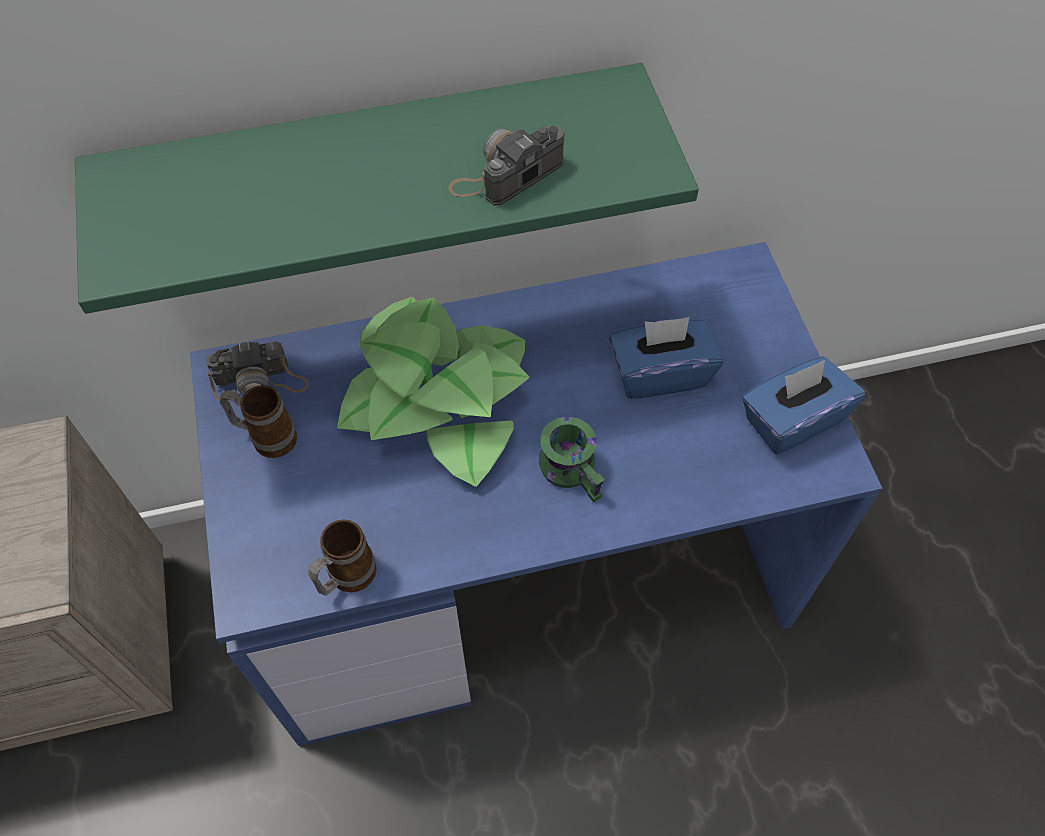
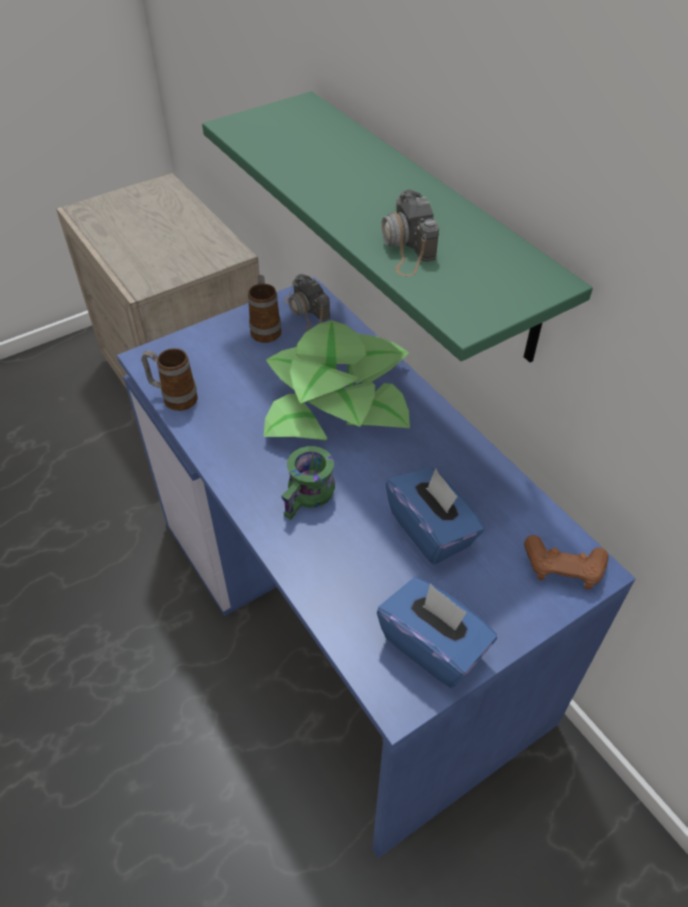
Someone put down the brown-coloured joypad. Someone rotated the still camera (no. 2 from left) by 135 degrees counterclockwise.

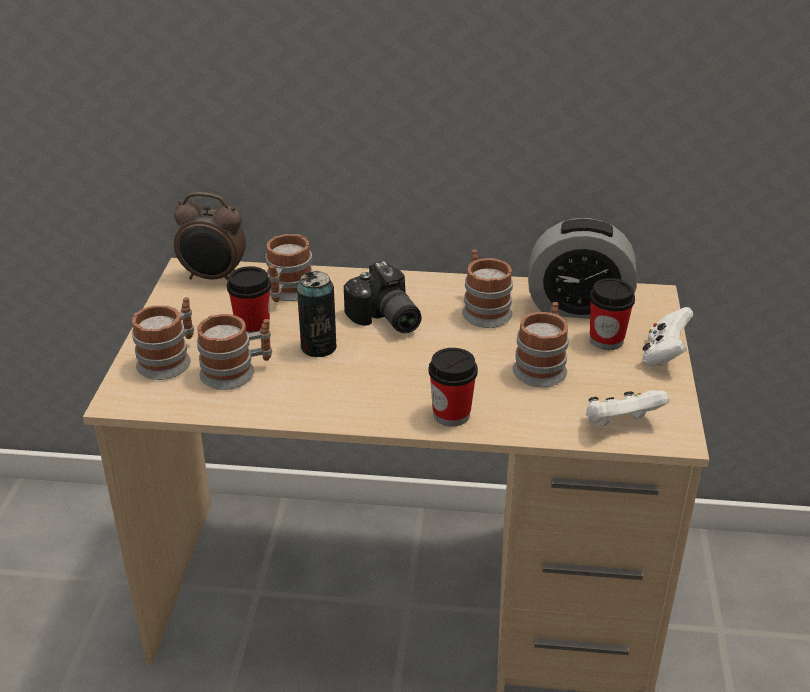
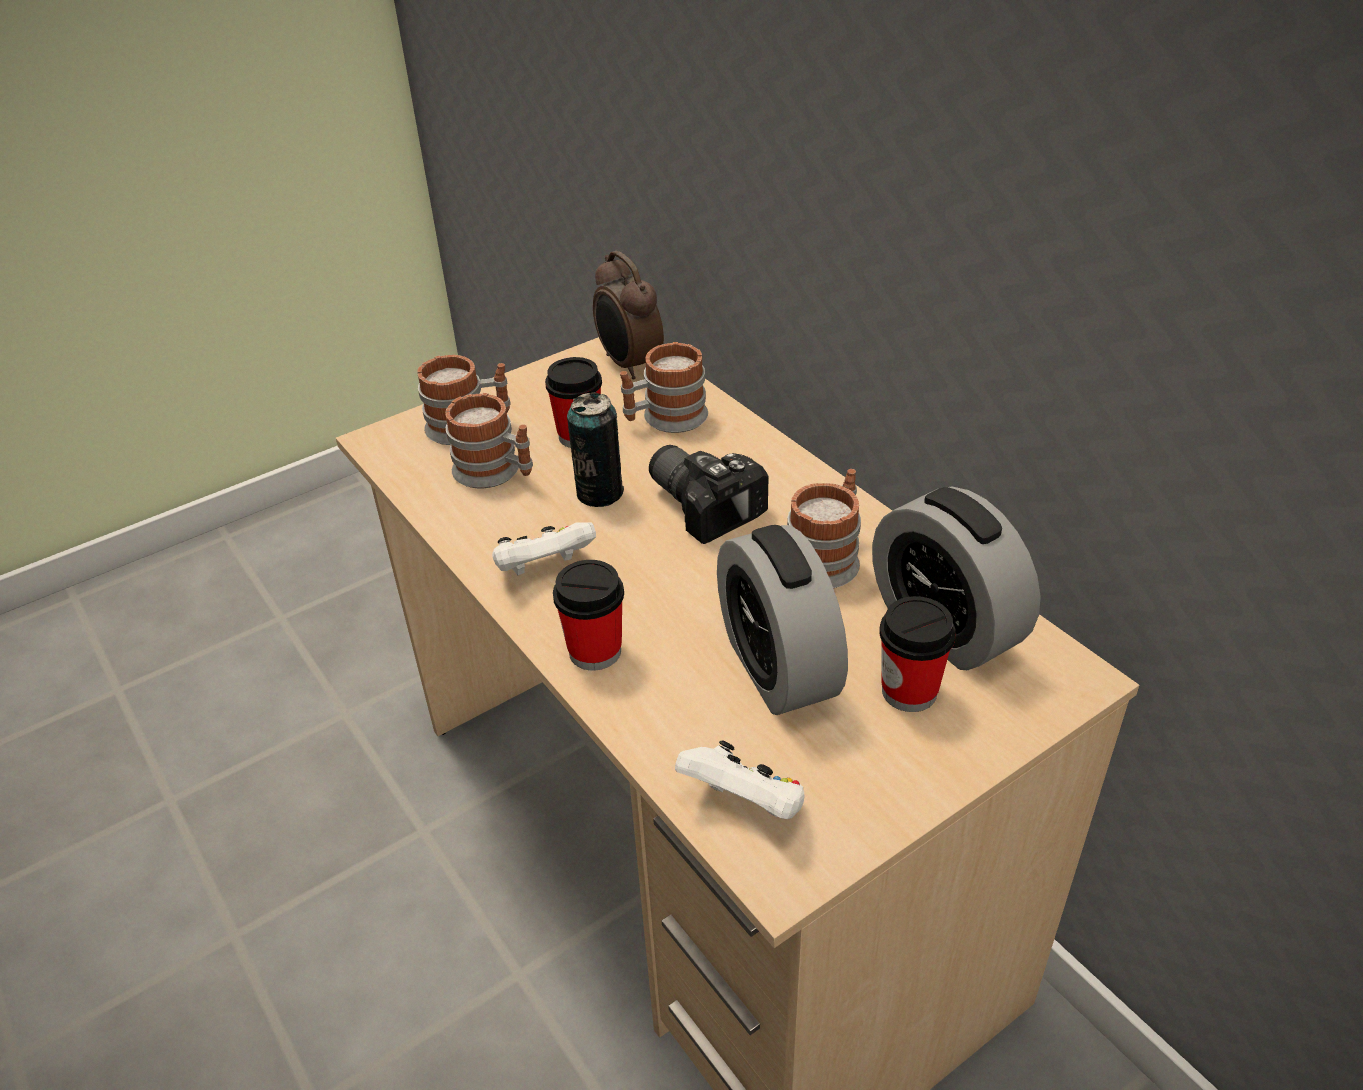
Someone carried the whitish joypad (no. 2 from left in the first image). Someone swapped the coffee mug (no. 5 from left) for the table clock (no. 2 from left). Someone rotated the still camera by 120 degrees clockwise.

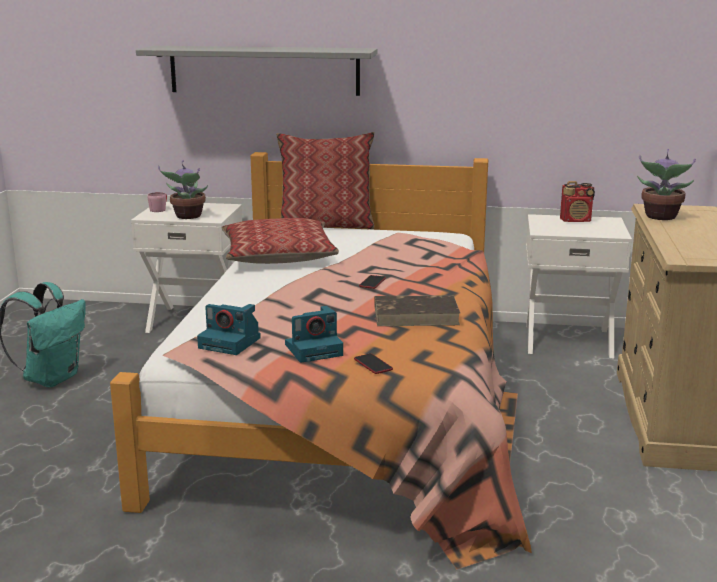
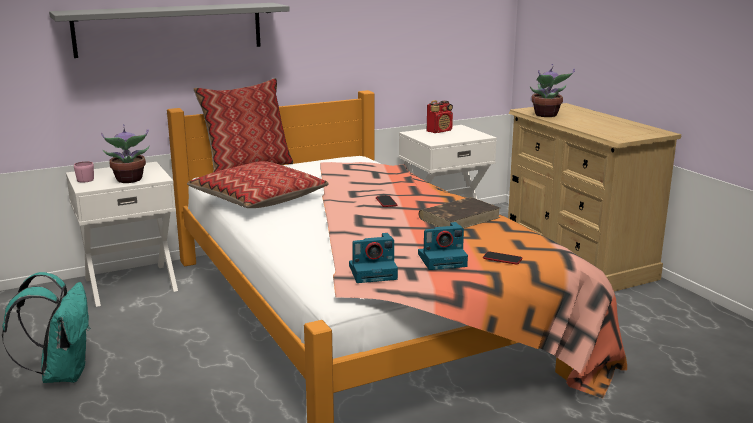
Someone rotated the still camera (no. 2 from left) by 45 degrees clockwise.

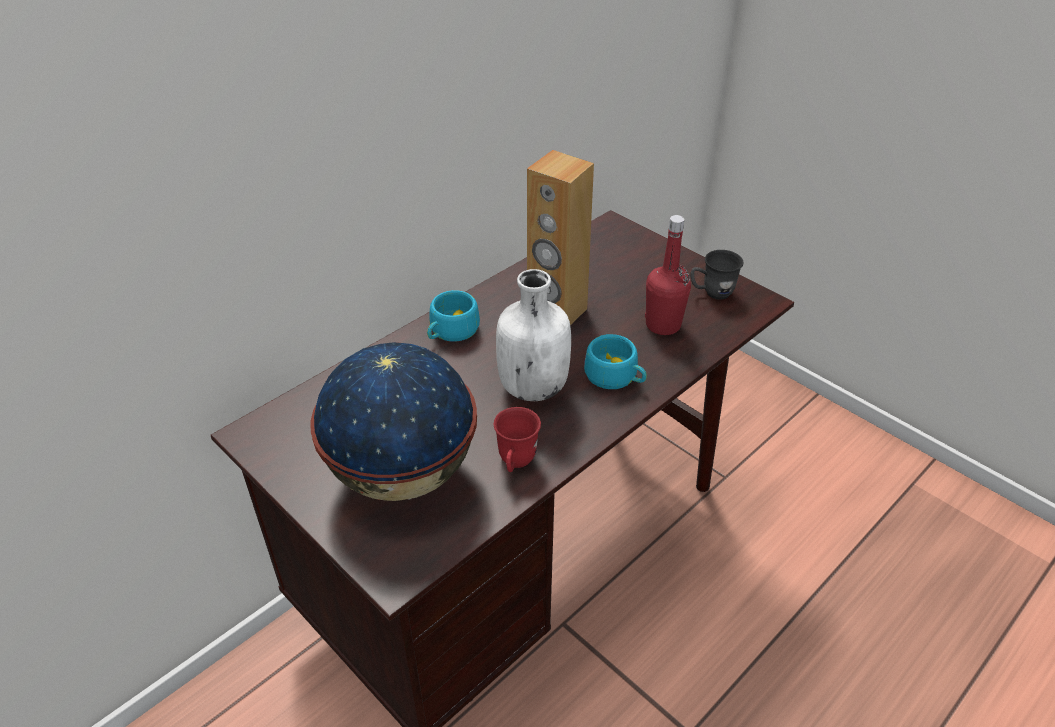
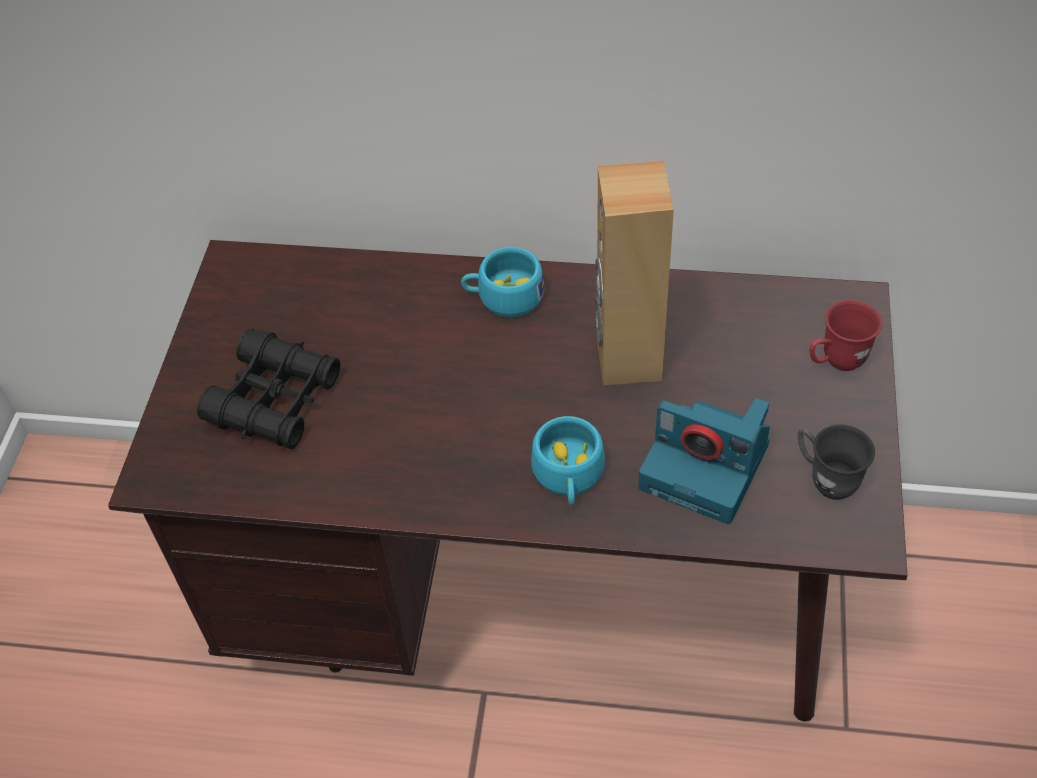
Someone took away the whitish bottle. Someone carried the red coffee mug. Someone swapped the world globe for the black-coloured field glasses. Someone swapped the red bottle for the still camera.

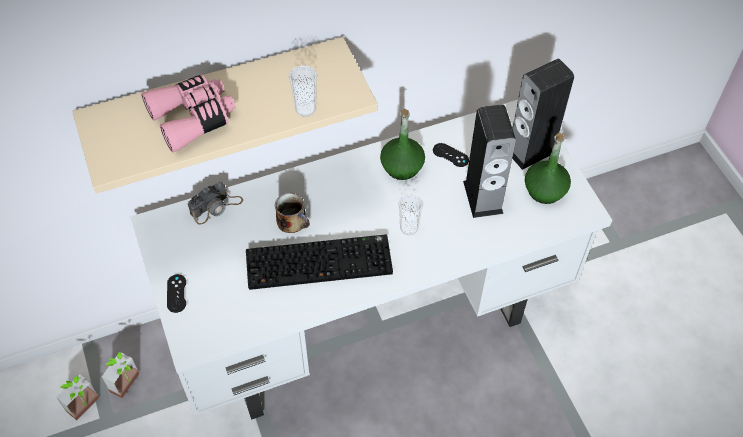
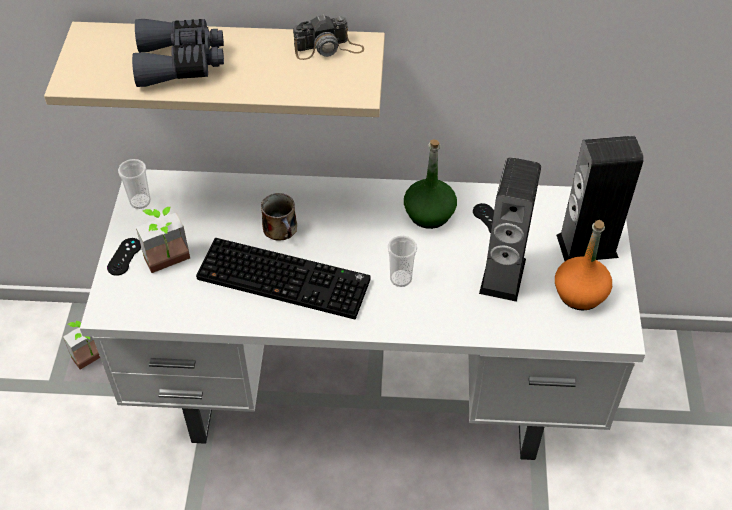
Someone carried the houseplant (no. 1 from left in the first image). Someone carried the still camera. Someone carried the cup (no. 1 from left). Someone repainted the pinkish field glasses, which became the gray field glasses. Someone repainted the greenish bottle (no. 2 from left), which became the orangey bottle.

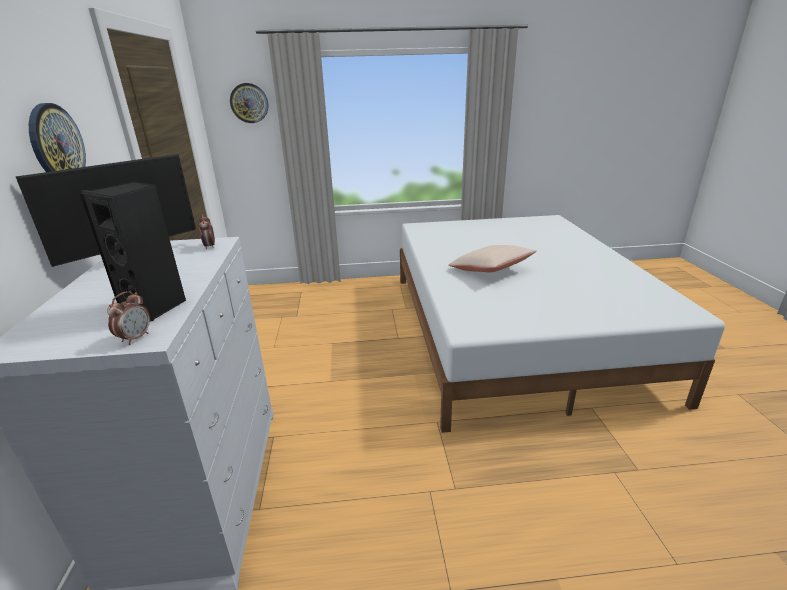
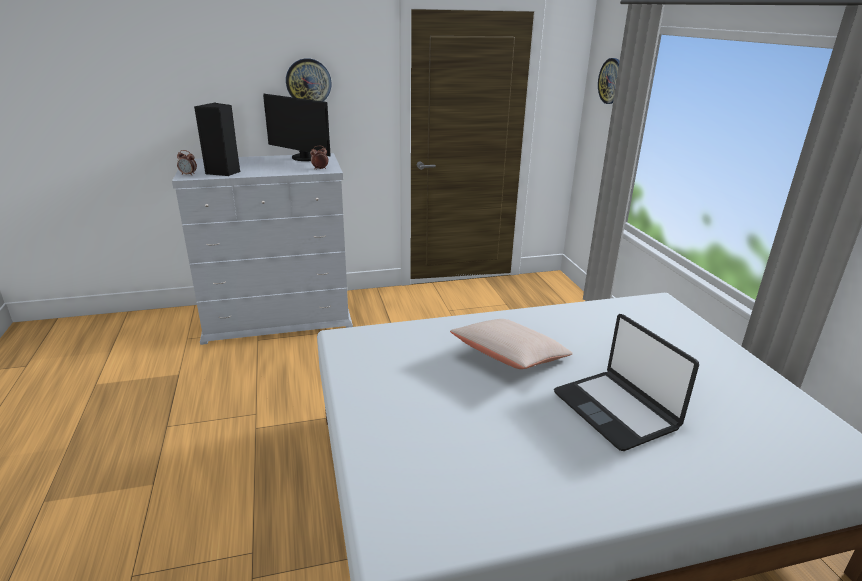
Someone put down the laptop.

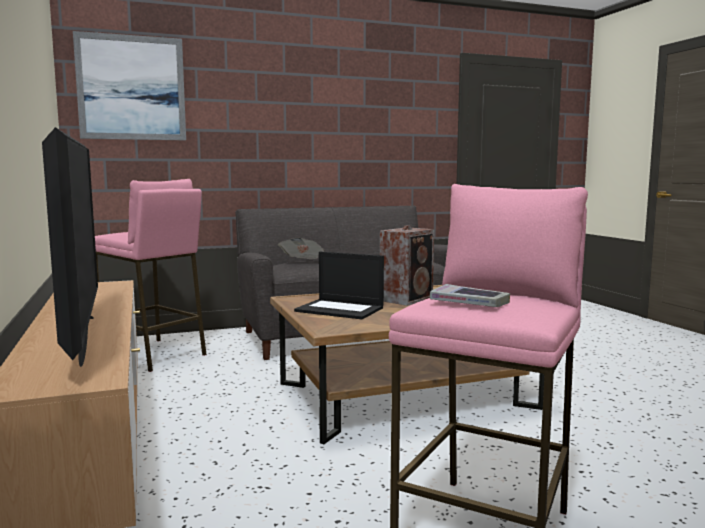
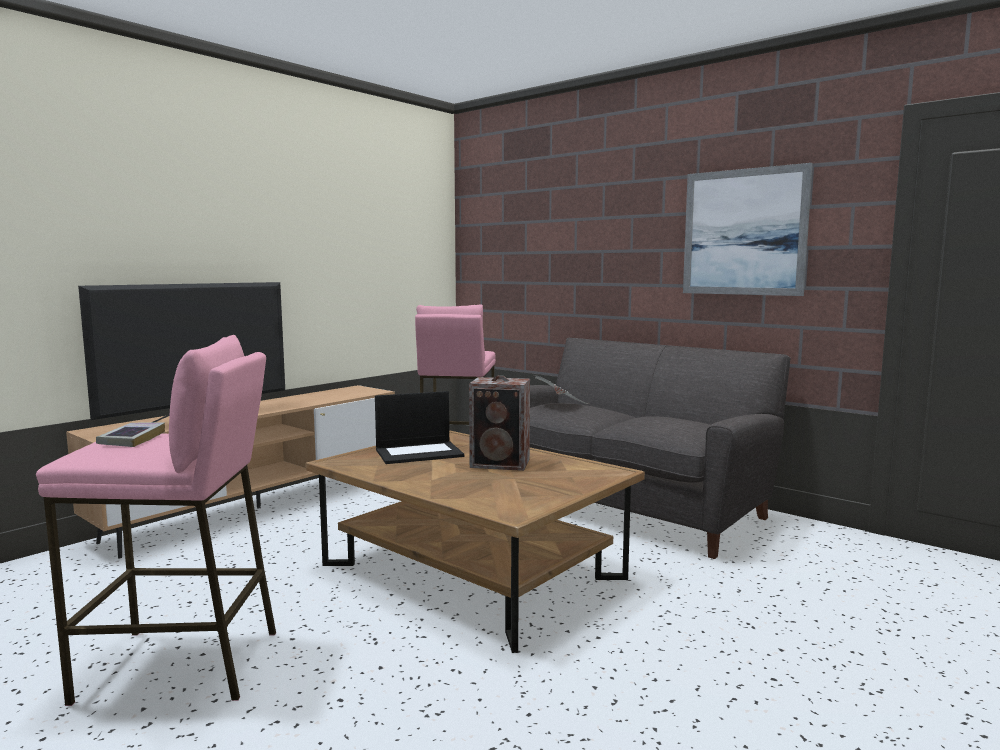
Someone carried the wall art. Someone rotated the laptop by 105 degrees counterclockwise.

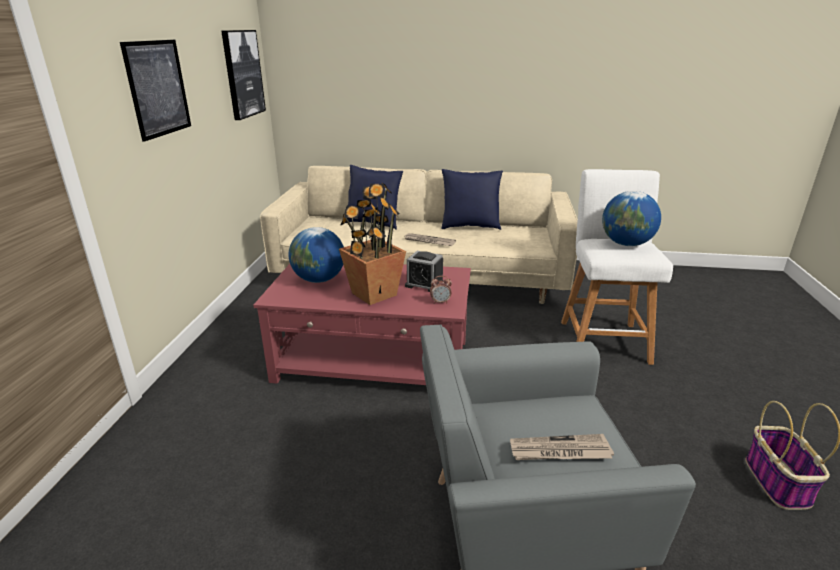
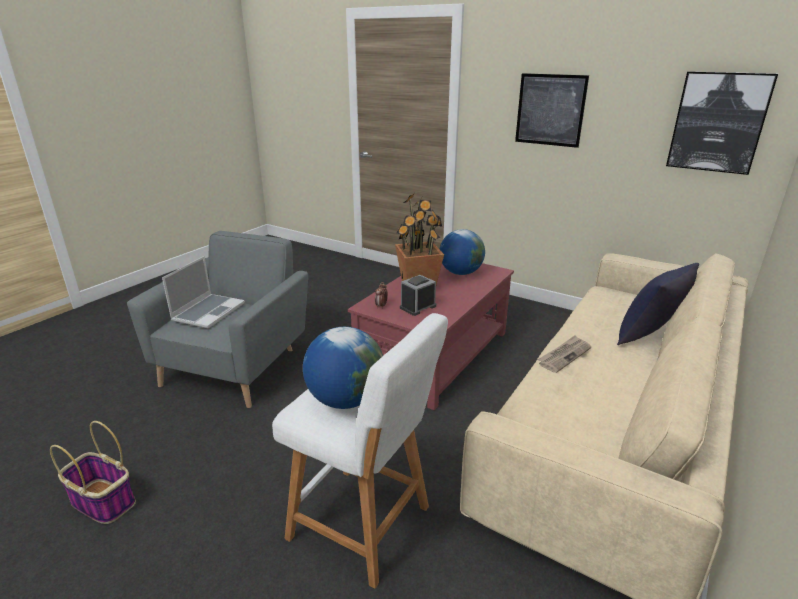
Someone took away the blue pillow (no. 2 from left). Someone swapped the newspaper (no. 2 from left) for the laptop.

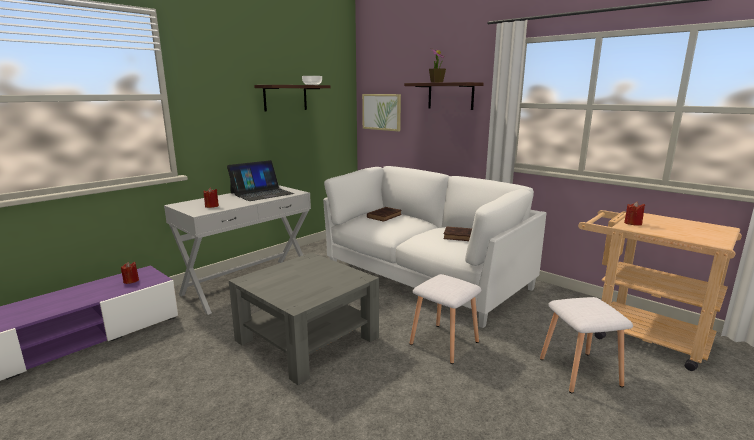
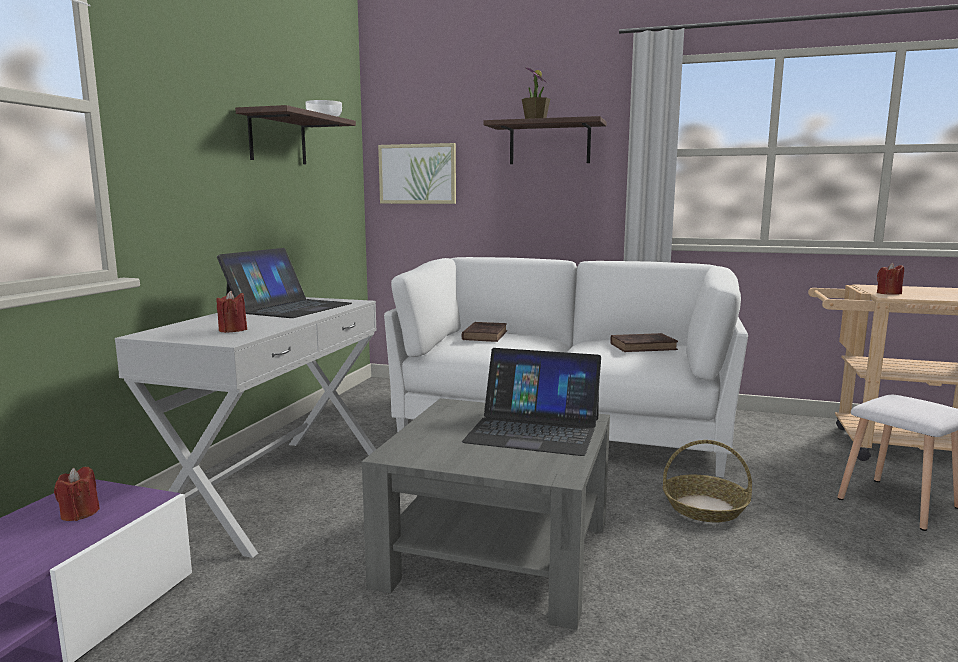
Someone put down the laptop (no. 2 from left). Someone swapped the whitish stool seat (no. 1 from left) for the basket.

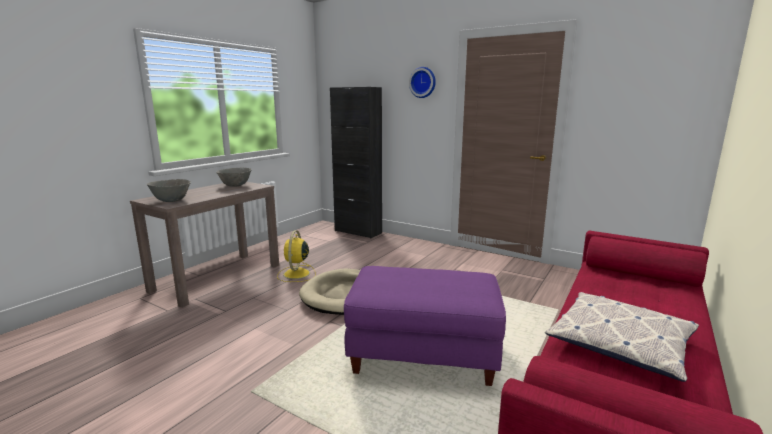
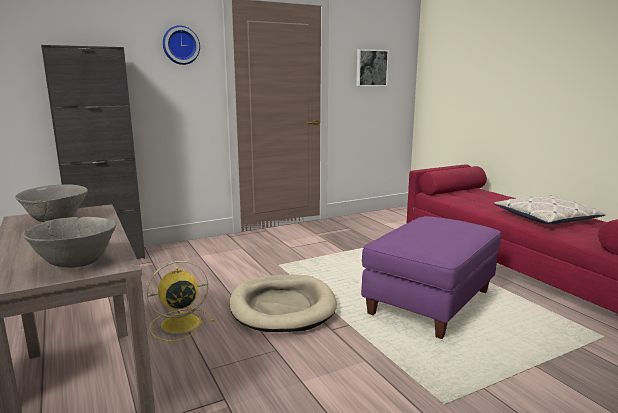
Someone put up the wall art. Someone rotated the yellowish cooling fan by 120 degrees clockwise.

